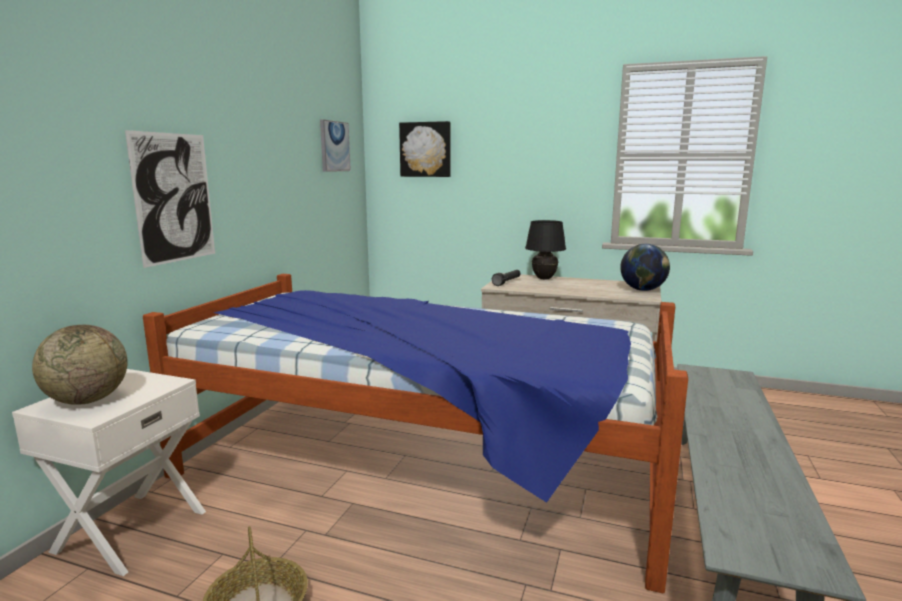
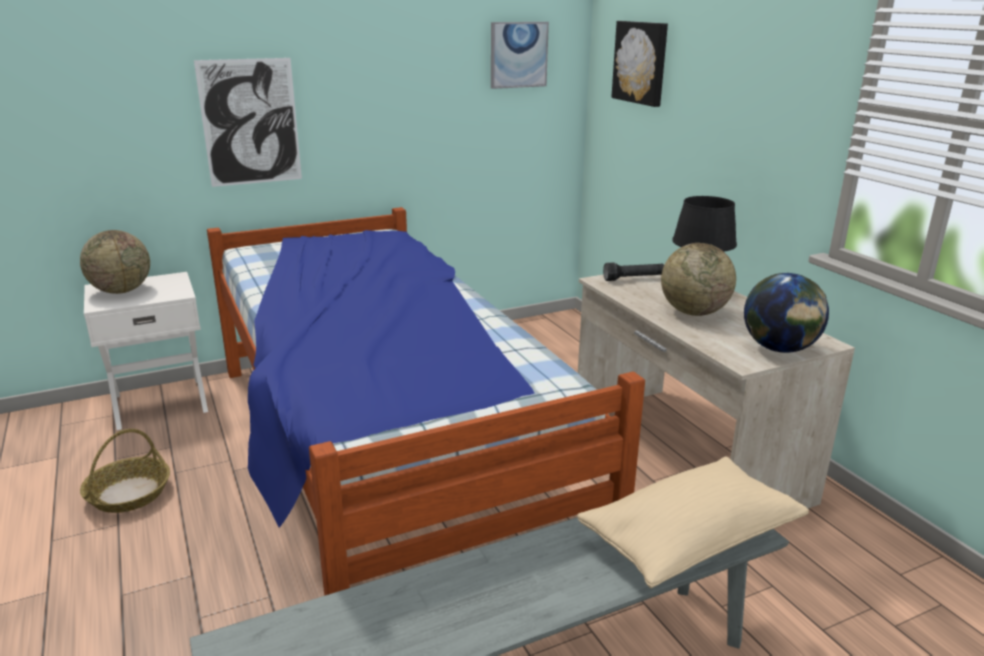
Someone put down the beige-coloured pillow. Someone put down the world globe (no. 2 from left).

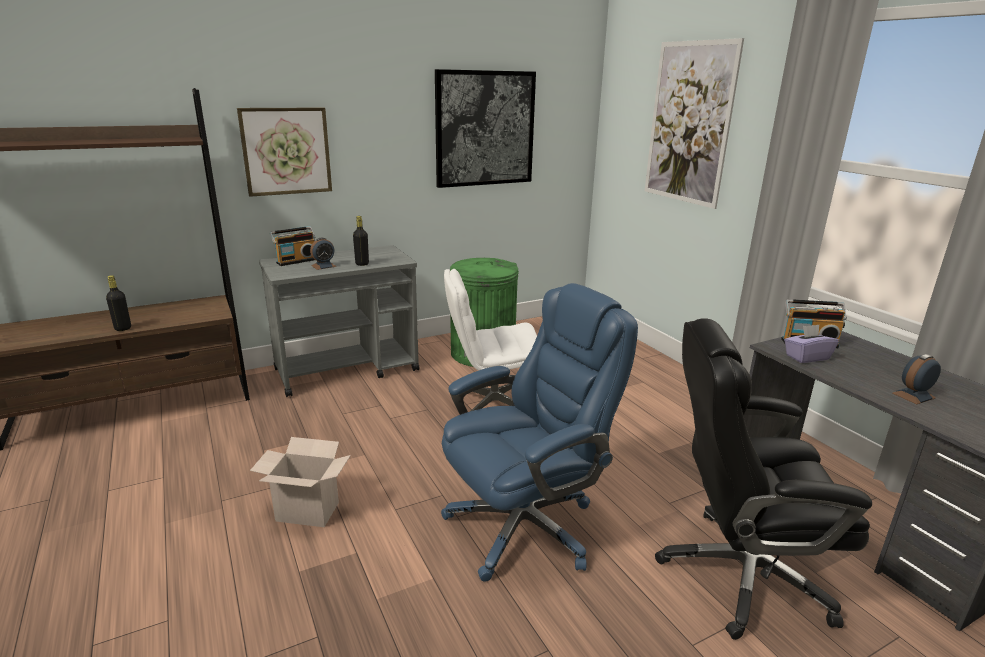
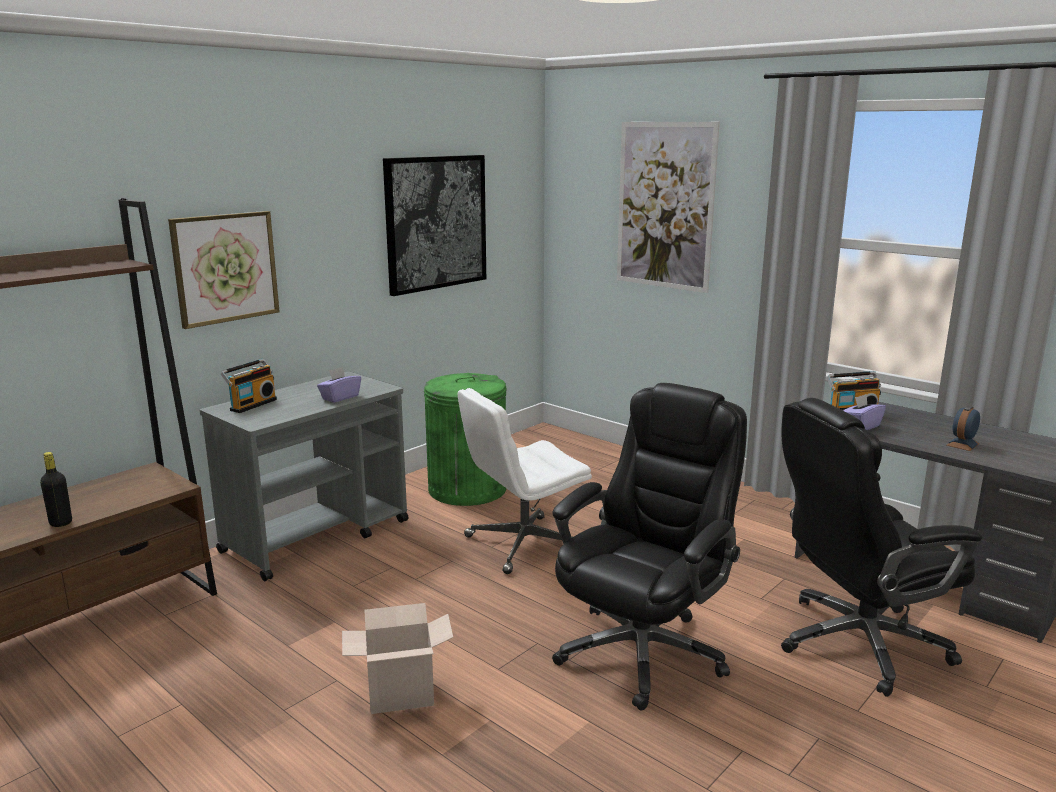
Someone took away the table clock (no. 1 from left). Someone swapped the black-coloured bottle (no. 2 from left) for the purple-coloured tissue holder (no. 1 from left). Someone repainted the blue desk chair, which became the black-coloured desk chair (no. 1 from left).

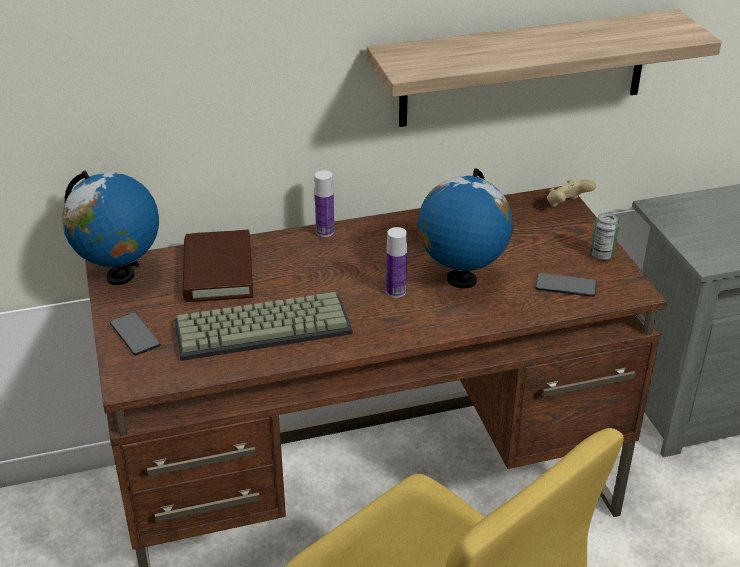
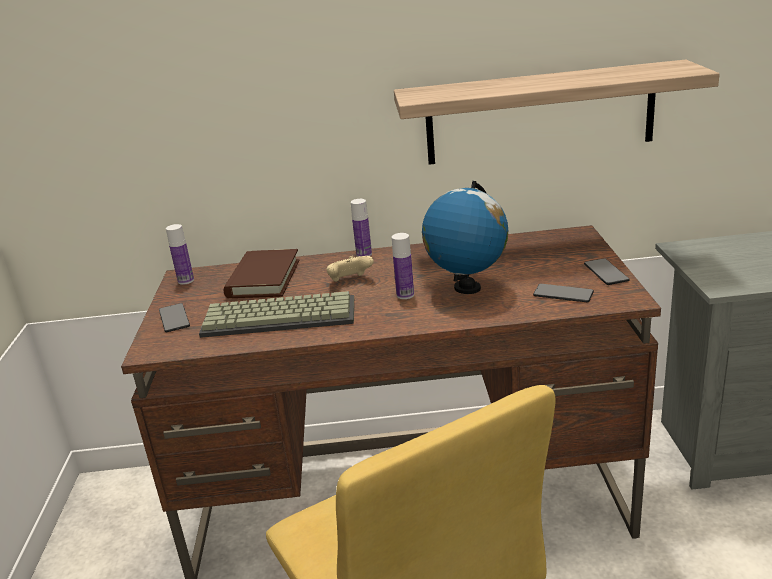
Someone carried the beige-coloured joypad. Someone swapped the world globe (no. 1 from left) for the bottle (no. 1 from left). Someone swapped the sealed can for the telephone (no. 3 from left).

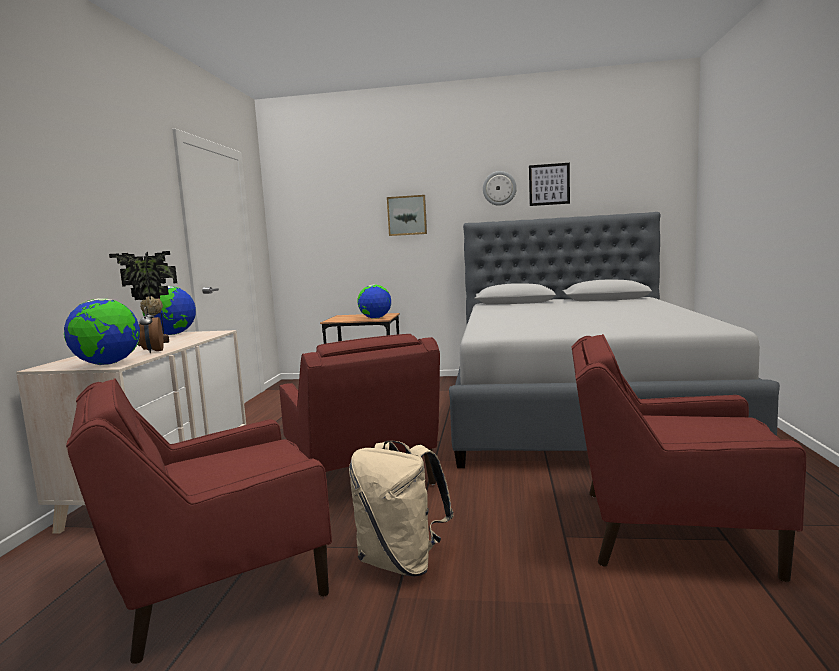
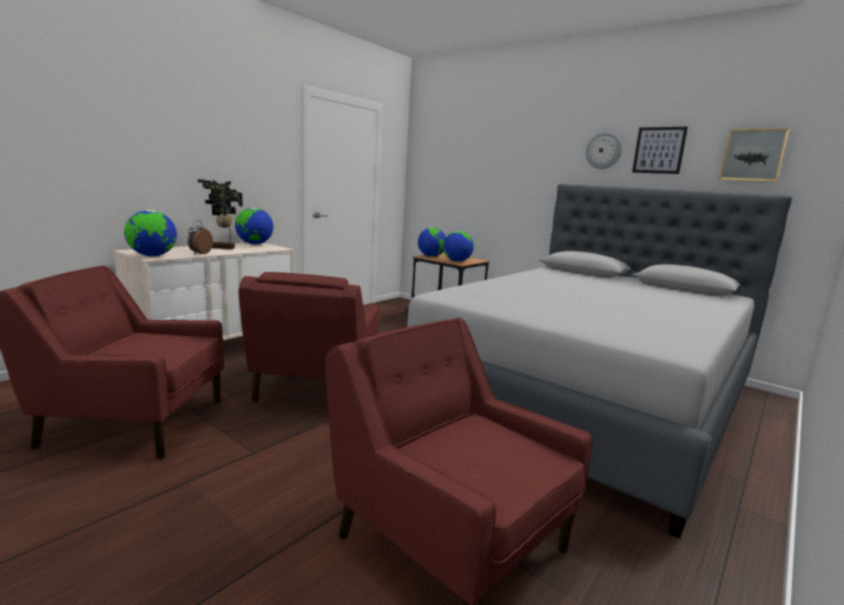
Someone took away the beige-coloured knapsack. Someone put down the world globe (no. 3 from left). Someone carried the wall art (no. 1 from left in the first image).

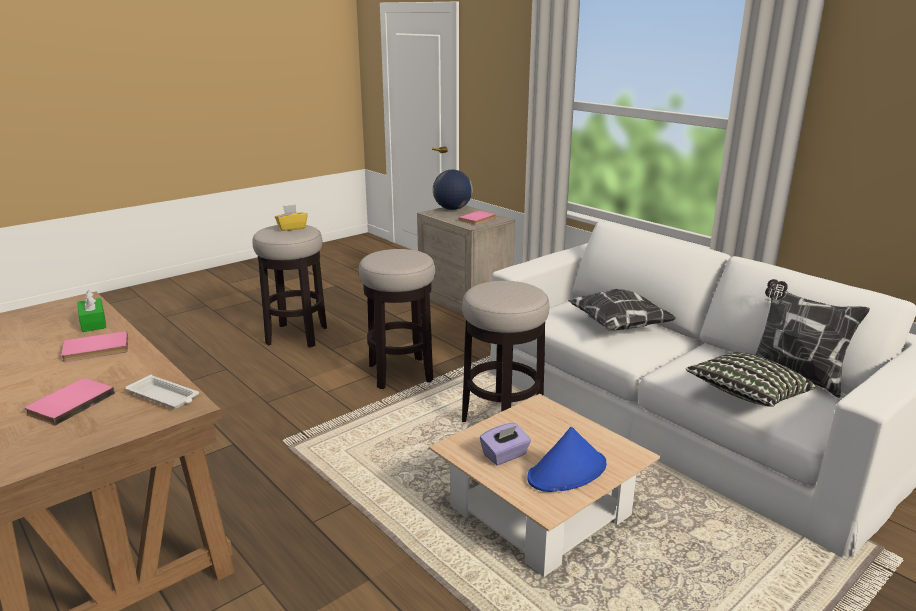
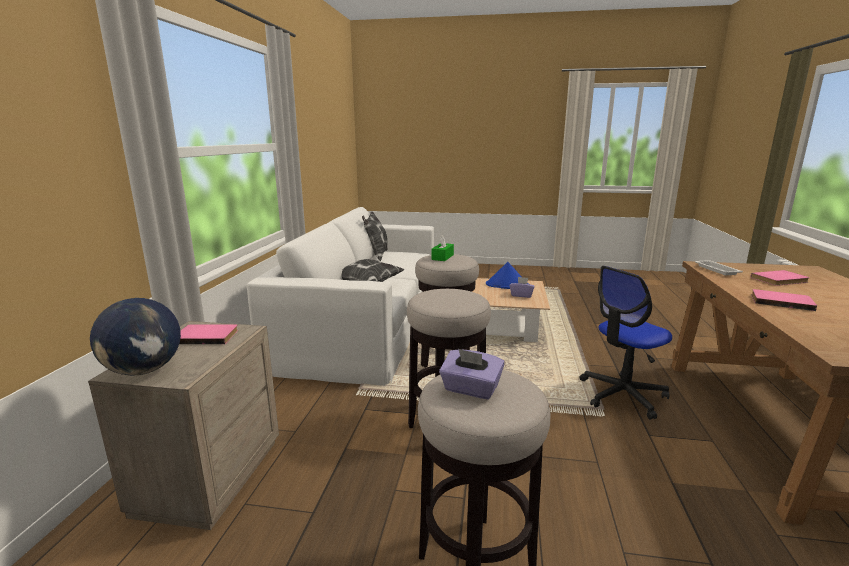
Someone took away the pillow (no. 2 from left). Someone put down the desk chair. Someone carried the greenish tissue holder. Someone repainted the yellowish tissue holder, which became the purple-coloured tissue holder (no. 1 from left).

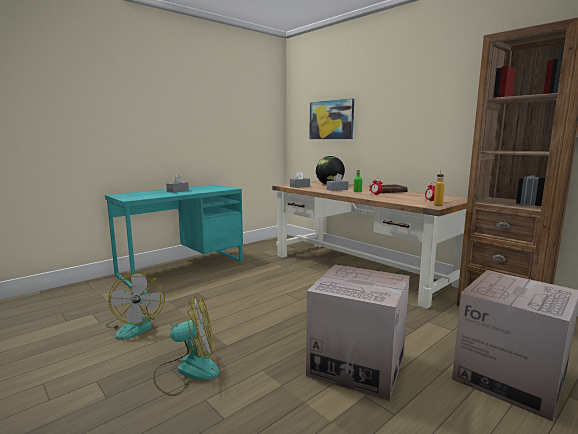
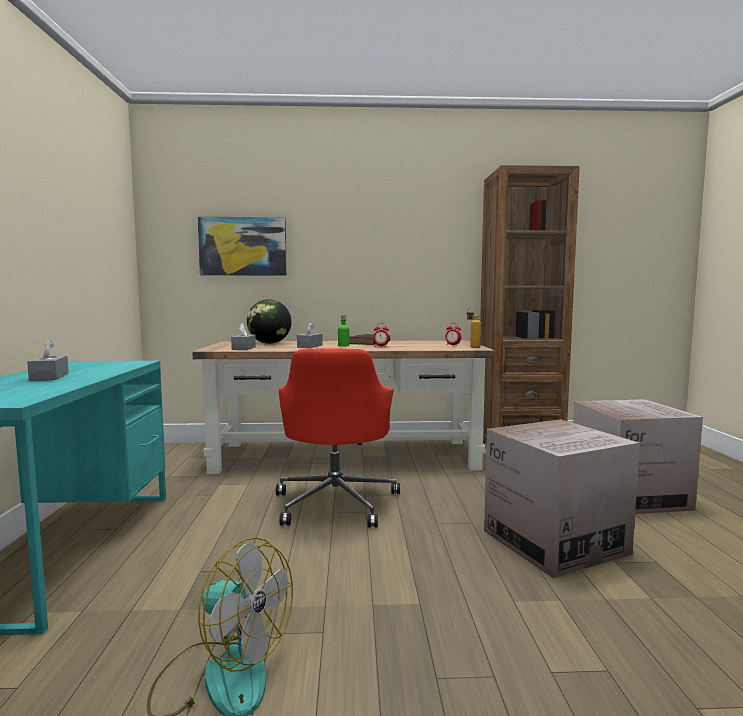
Someone took away the cooling fan (no. 2 from left). Someone put down the red desk chair.

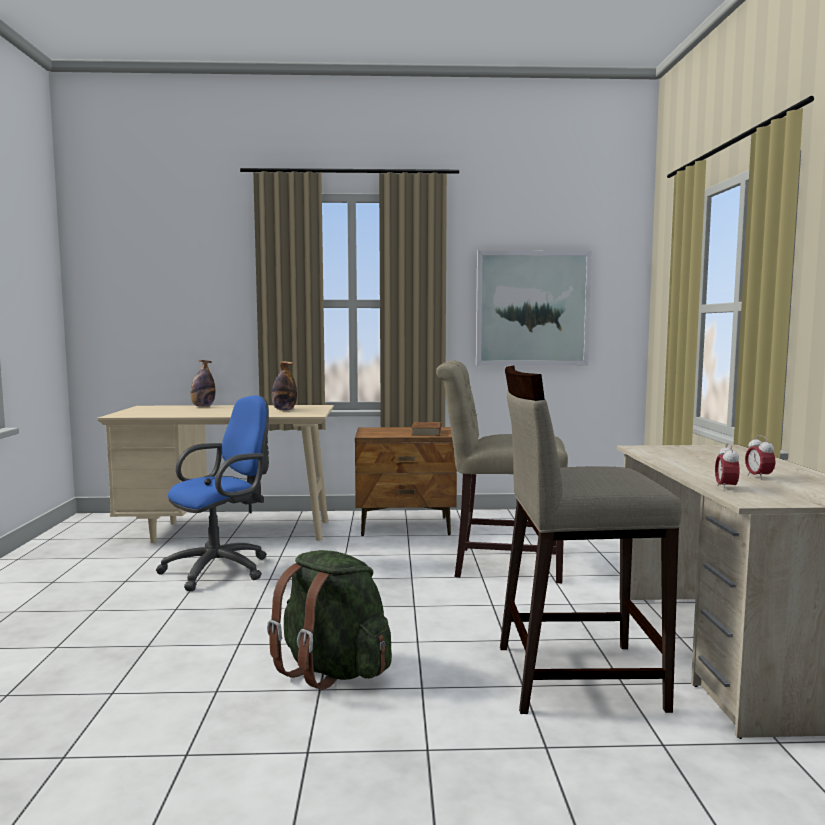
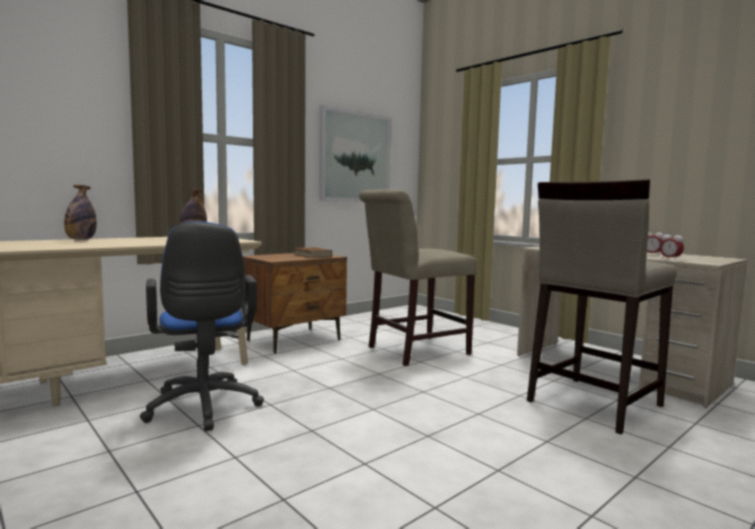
Someone took away the greenish knapsack. Someone rotated the blue desk chair by 150 degrees clockwise.

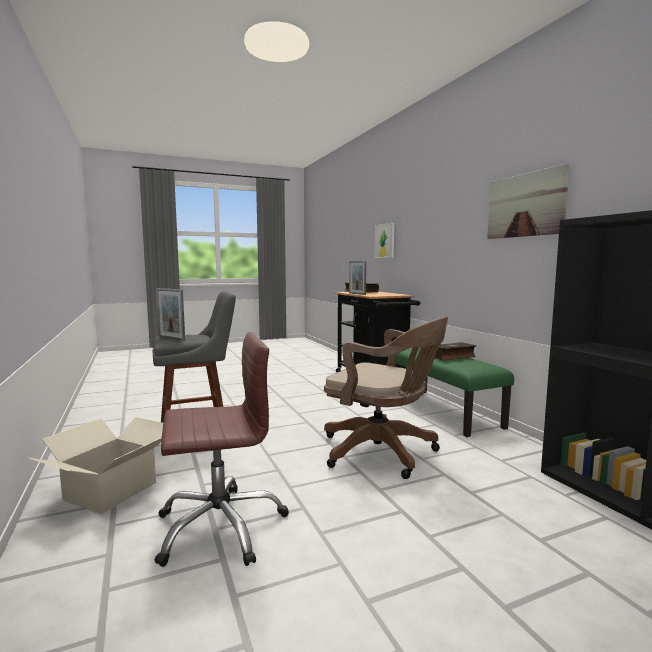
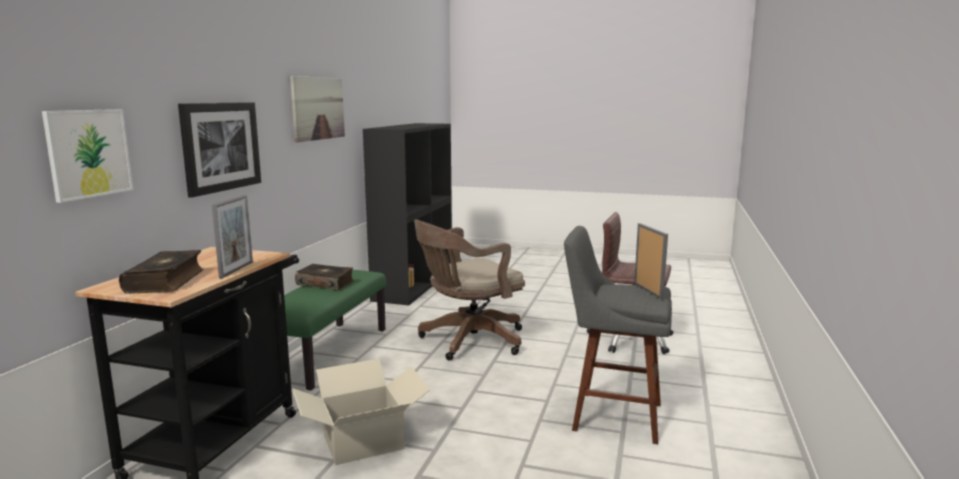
Someone put up the wall art (no. 2 from left). Someone carried the cardboard box. Someone rotated the brown-coloured desk chair (no. 2 from left in the first image) by 105 degrees counterclockwise.

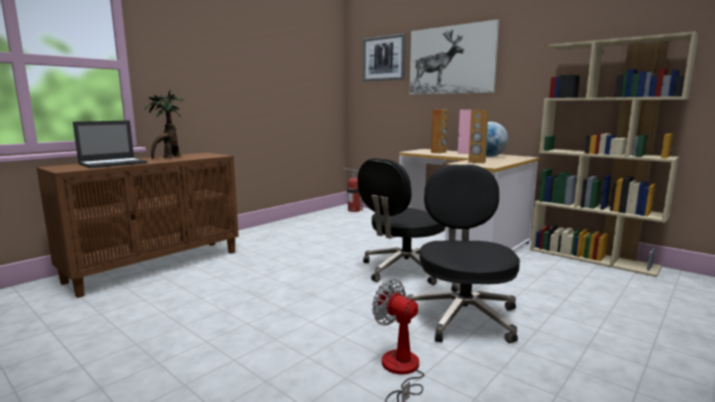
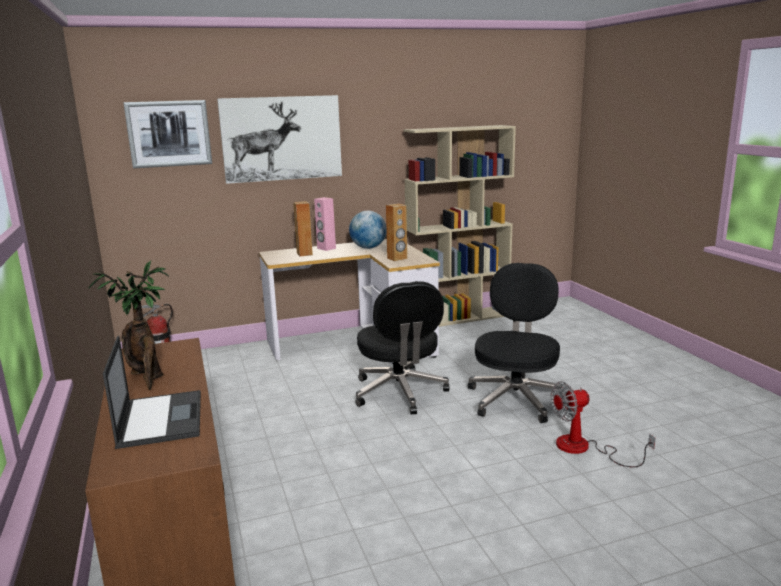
Someone rotated the black-coloured desk chair (no. 2 from left) by 75 degrees clockwise.

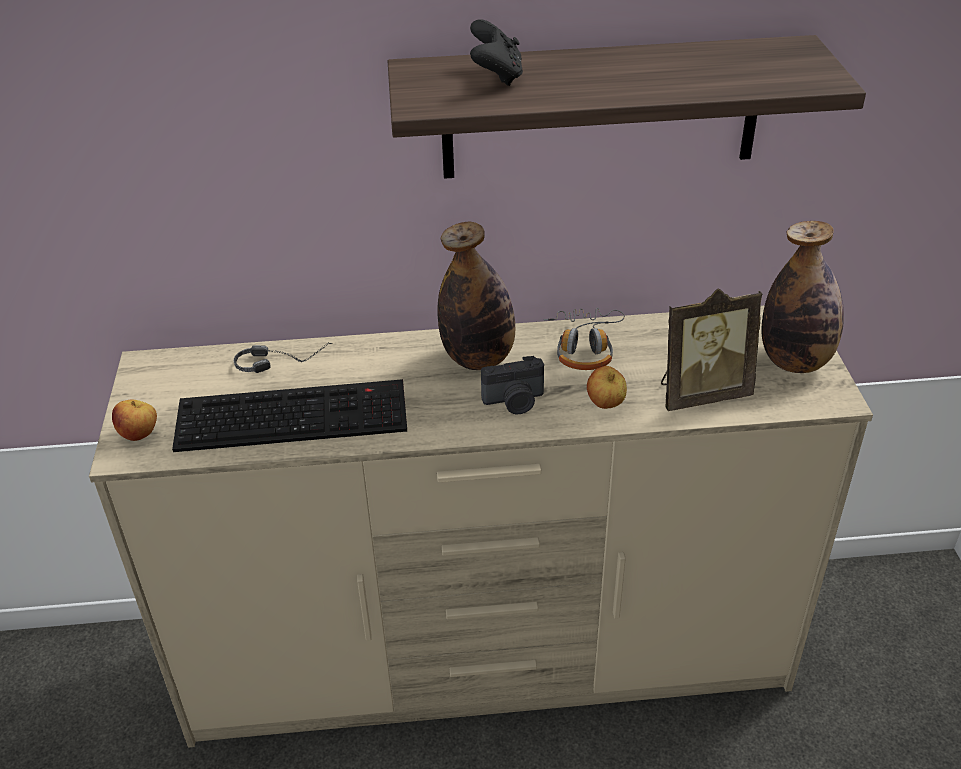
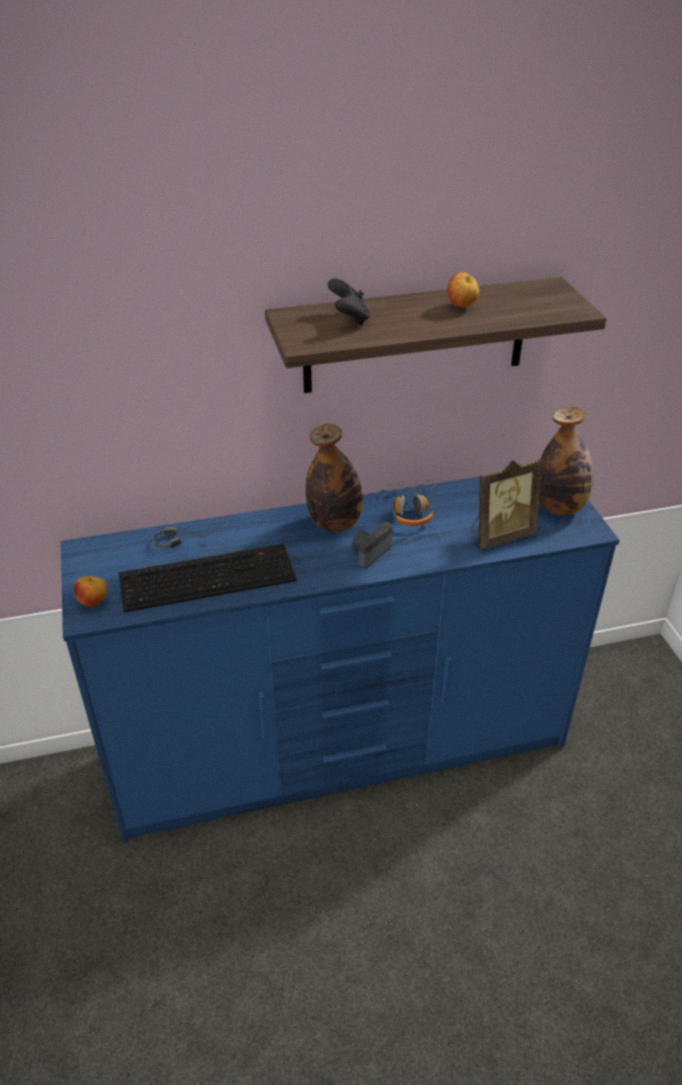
Someone carried the apple (no. 2 from left). Someone repainted the beige-coloured chest of drawers, which became the blue chest of drawers. Someone rotated the still camera by 150 degrees clockwise.

